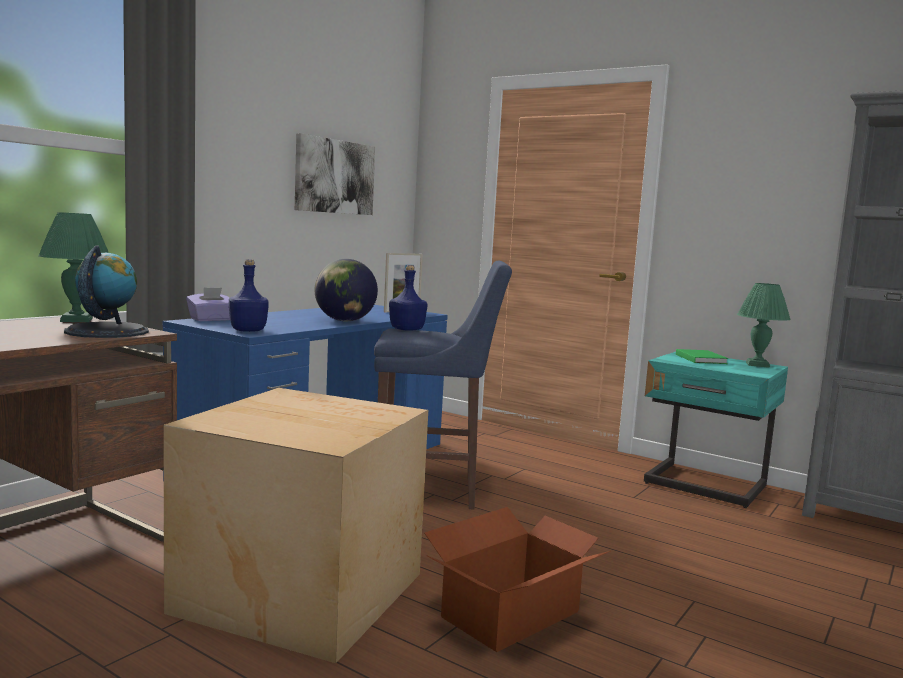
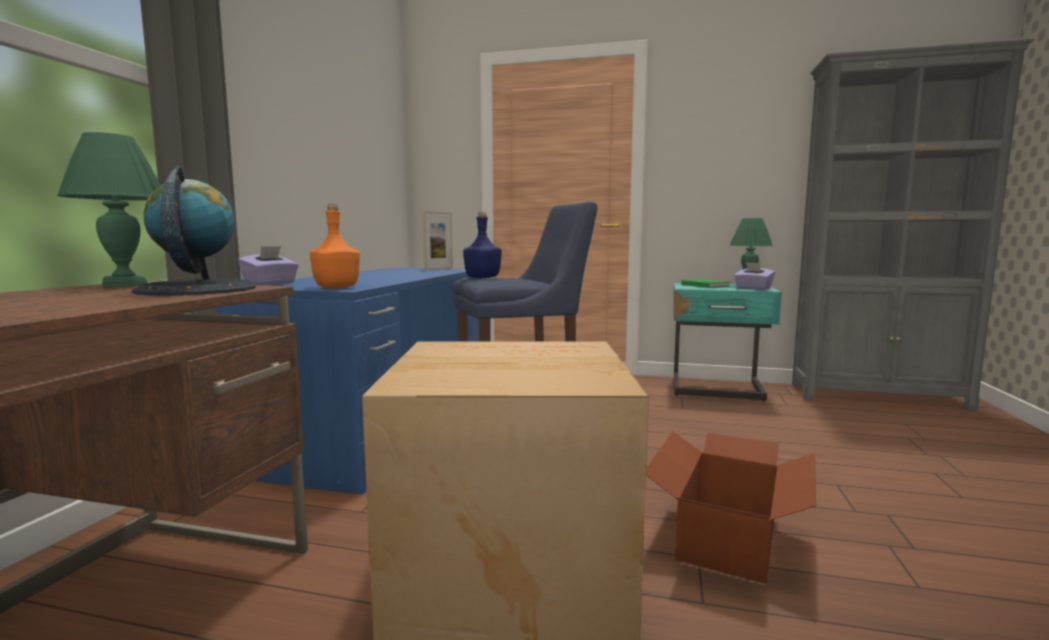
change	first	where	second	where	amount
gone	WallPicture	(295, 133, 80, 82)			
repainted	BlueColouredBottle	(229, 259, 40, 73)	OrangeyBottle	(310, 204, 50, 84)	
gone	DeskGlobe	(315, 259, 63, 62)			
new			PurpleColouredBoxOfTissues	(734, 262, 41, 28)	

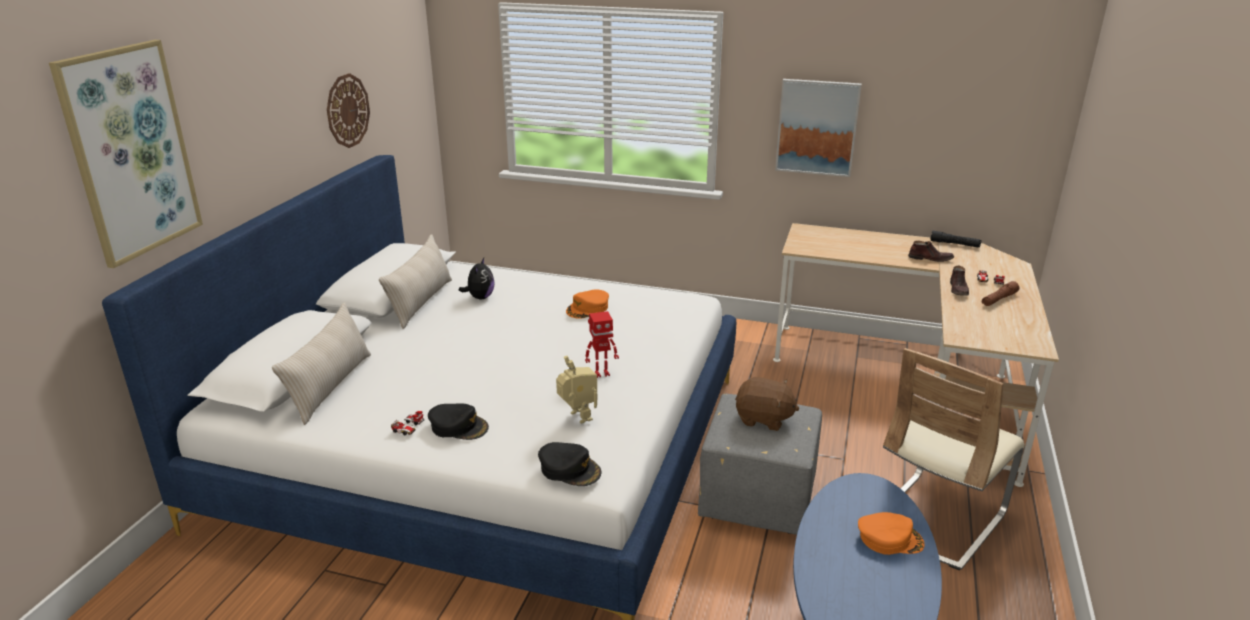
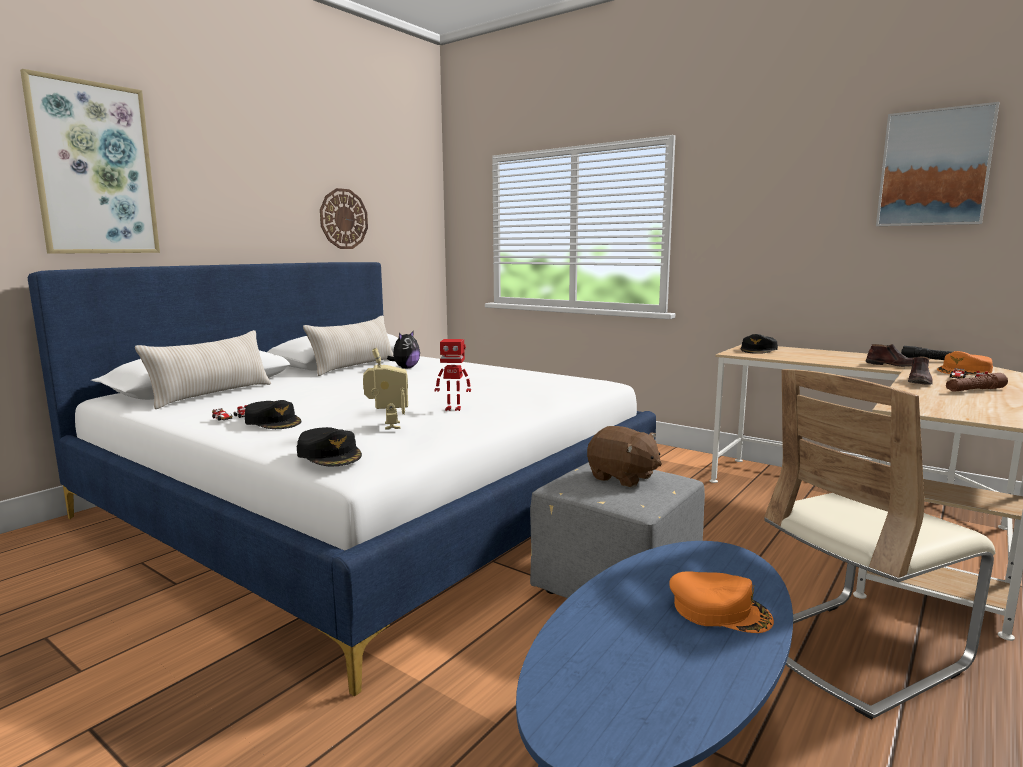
change	first	where	second	where	amount
shifted	WallPicture	(775, 79, 87, 98)		(876, 102, 123, 124)	
shifted	OrangeyBaseballCap	(566, 289, 43, 30)		(937, 351, 56, 24)	
new			BlackishBaseballCap	(741, 334, 37, 20)	

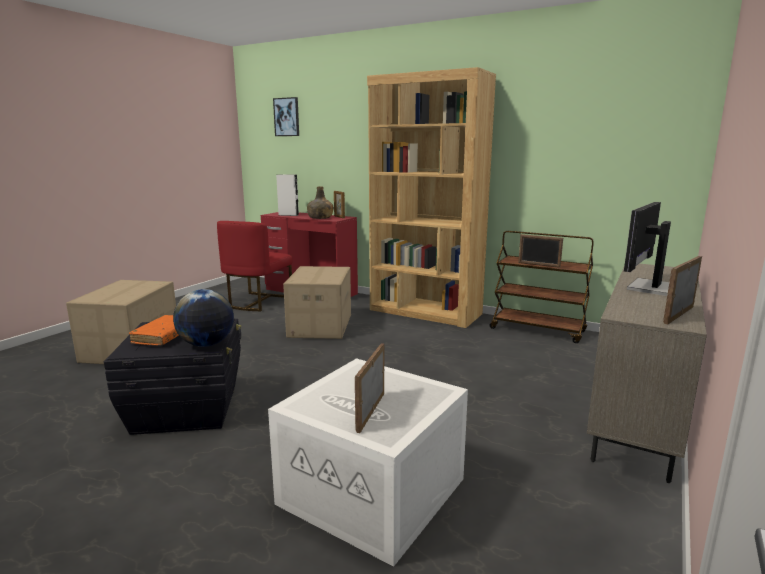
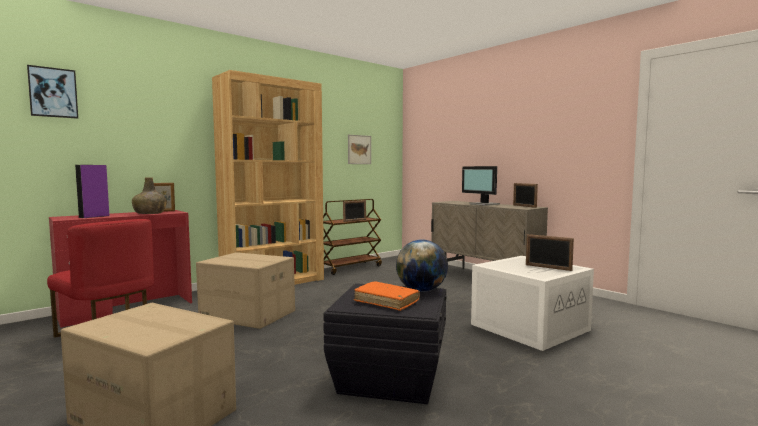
change	first	where	second	where	amount
repainted	WhiteColouredSpeaker	(276, 174, 23, 42)	PurpleColouredSpeaker	(75, 165, 34, 53)	
new			WallPicture	(348, 135, 23, 29)	

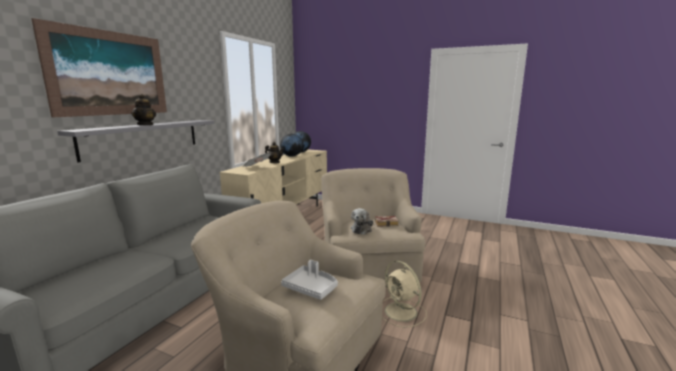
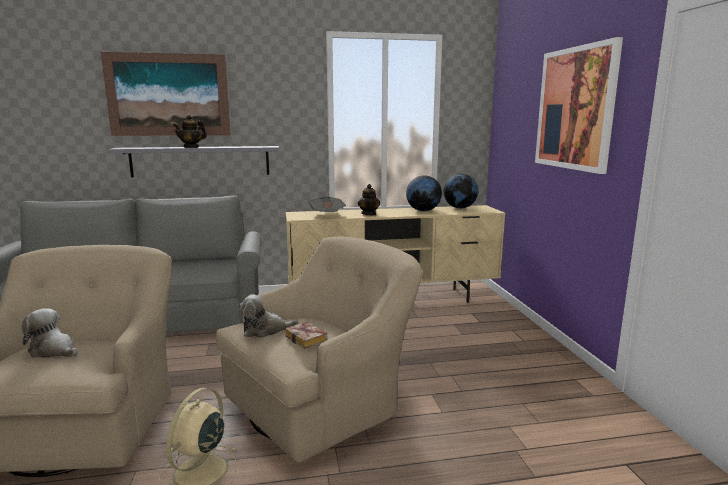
change	first	where	second	where	amount
swapped	GreyCarryingTray	(281, 260, 57, 40)	PlushToy	(22, 308, 55, 50)	
new			WallPicture	(535, 37, 88, 137)	

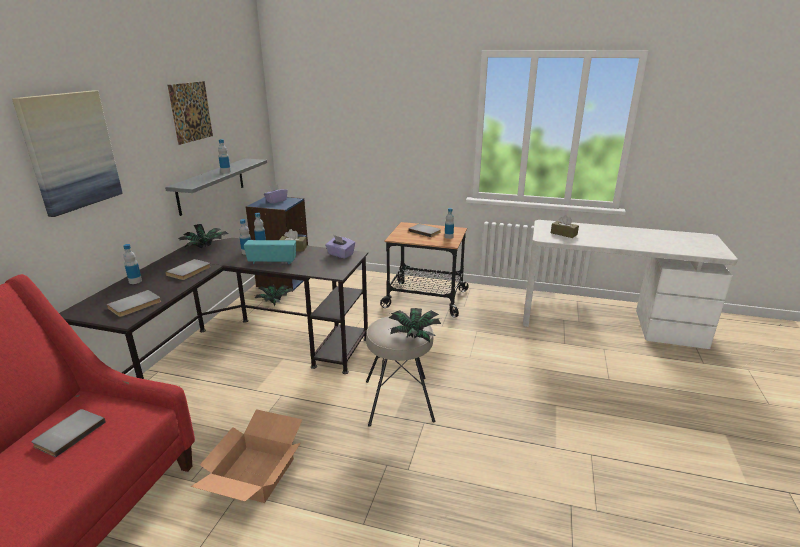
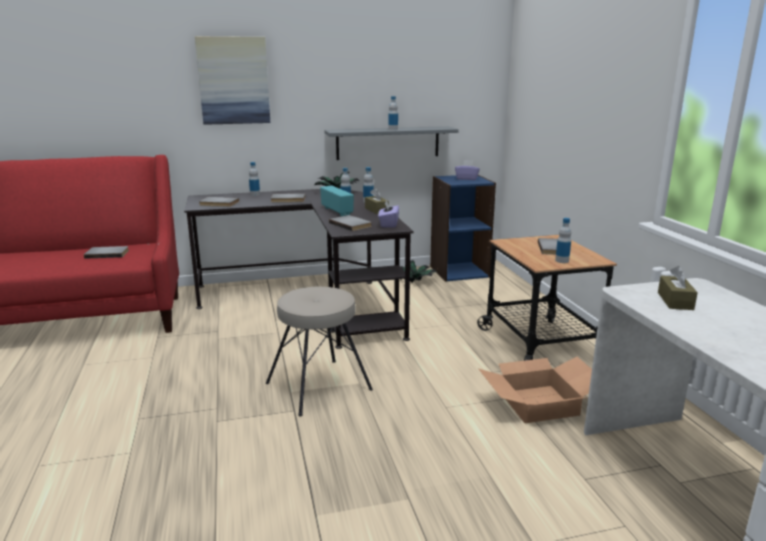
change	first	where	second	where	amount
gone	WallPicture	(168, 81, 45, 64)			
gone	Houseplant	(389, 308, 52, 34)			
shifted	CardboardBox	(191, 409, 111, 94)		(479, 357, 113, 66)	
new			GreyVolume	(329, 215, 43, 16)	

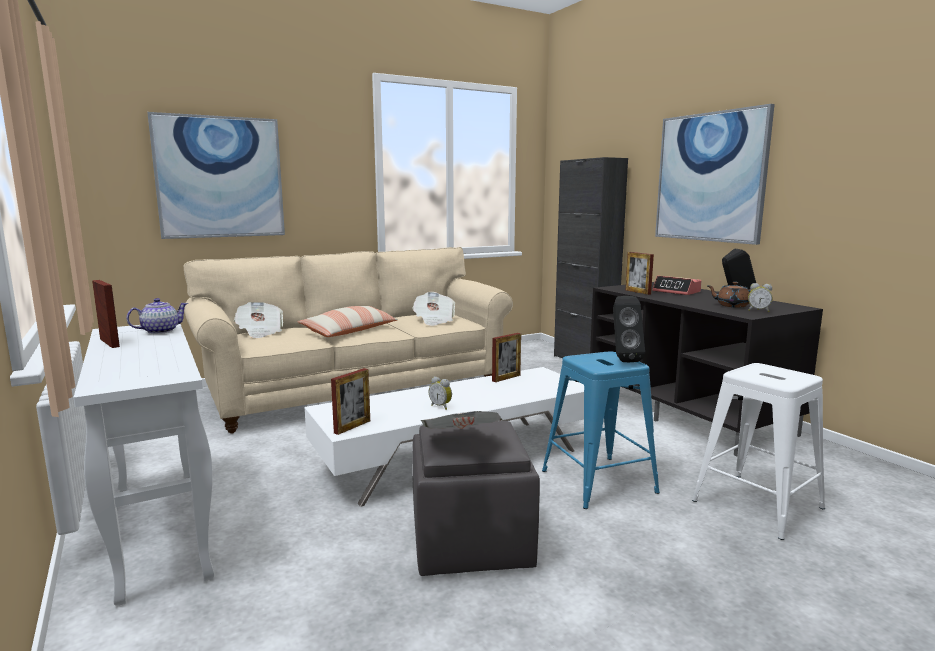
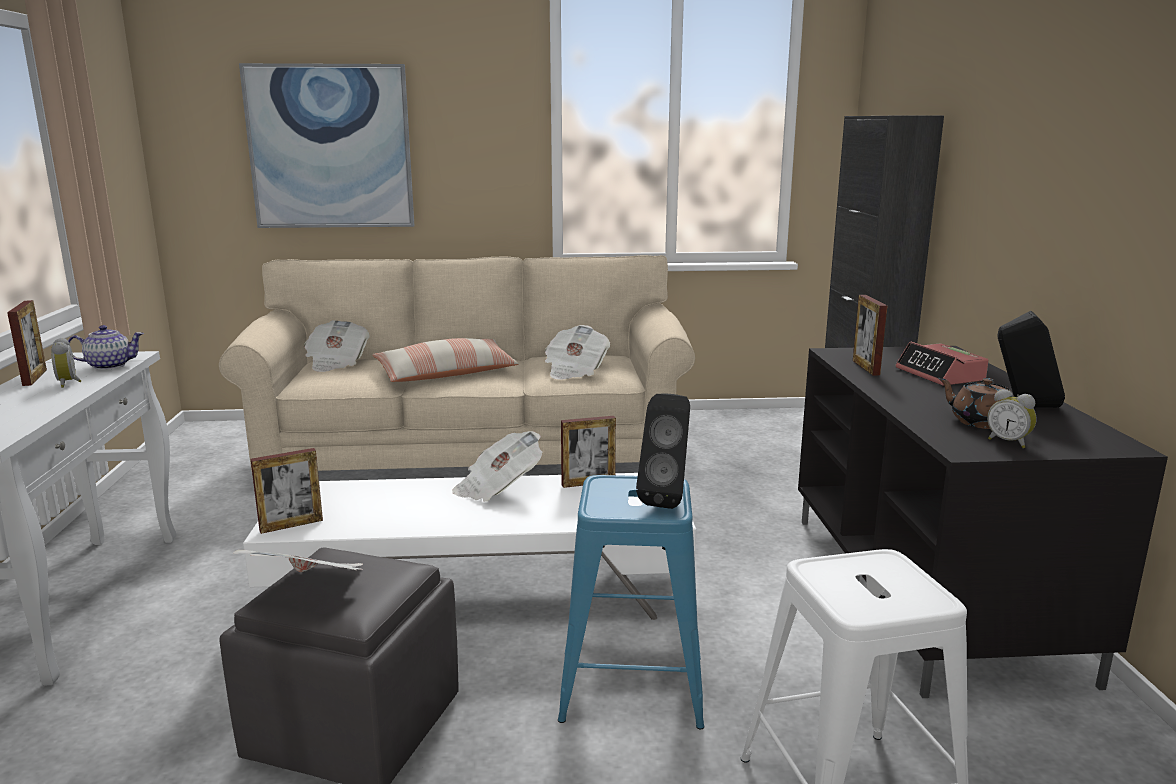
change	first	where	second	where	amount
gone	WallPicture	(655, 104, 120, 141)			
shifted	TableClock	(429, 377, 23, 33)		(51, 338, 30, 50)	
new			PrintedPaper	(452, 431, 90, 71)	

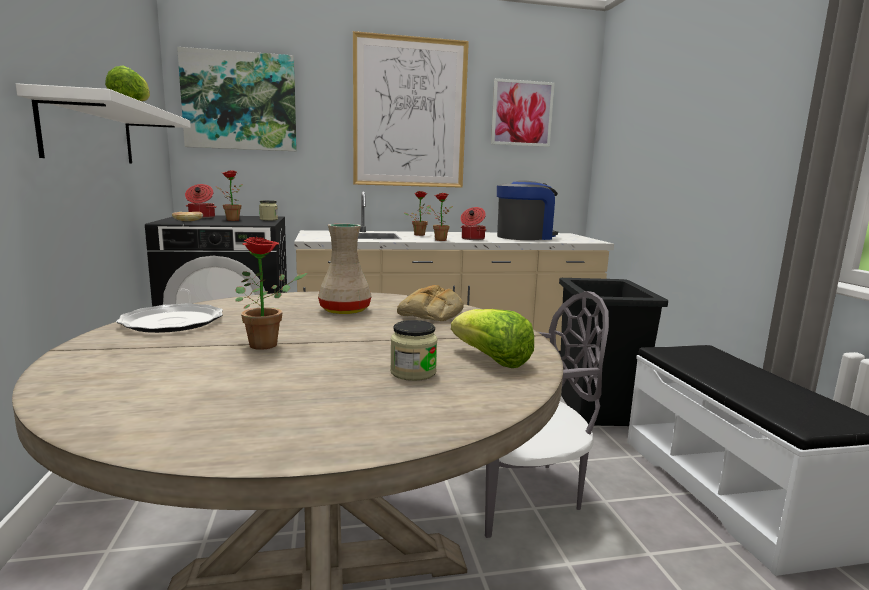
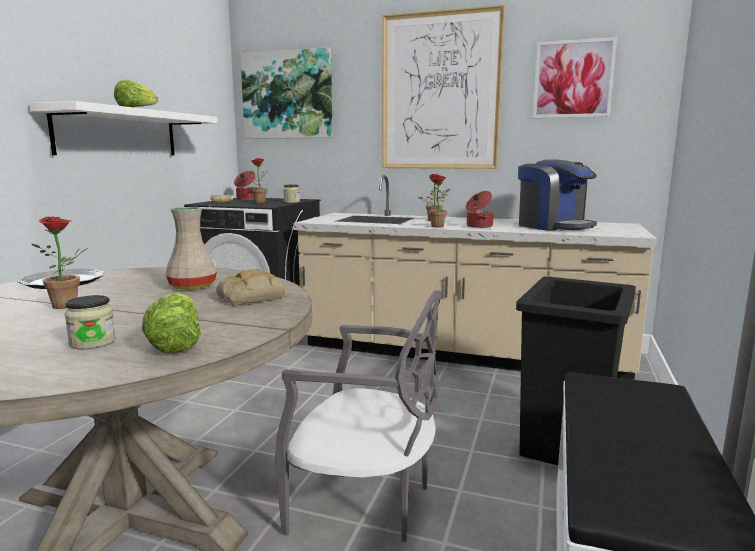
change	first	where	second	where	amount
rotated	CoffeeMachine	(497, 180, 61, 60)		(518, 159, 79, 72)	60 degrees clockwise

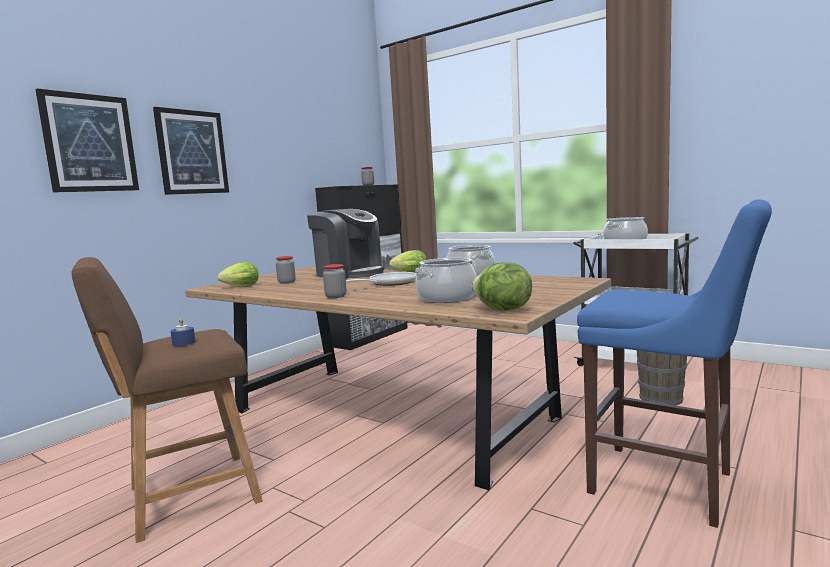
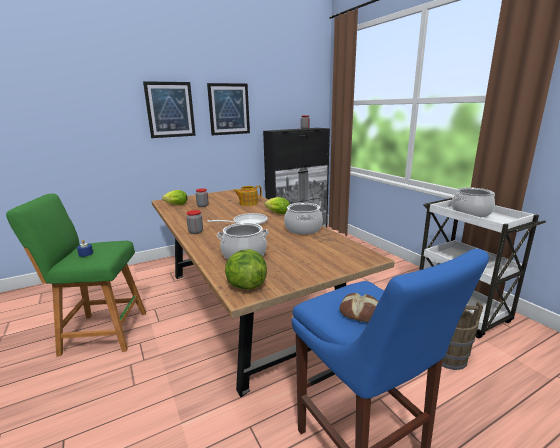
change	first	where	second	where	amount
shifted	WallPicture	(35, 89, 104, 103)		(207, 83, 43, 52)	
swapped	CoffeeMachine	(307, 209, 77, 69)	PotForTea	(233, 186, 29, 20)	
repainted	BrownSittingStool	(71, 257, 192, 286)	GreenSittingStool	(6, 193, 140, 163)	
new			BakedBread	(340, 293, 38, 30)	

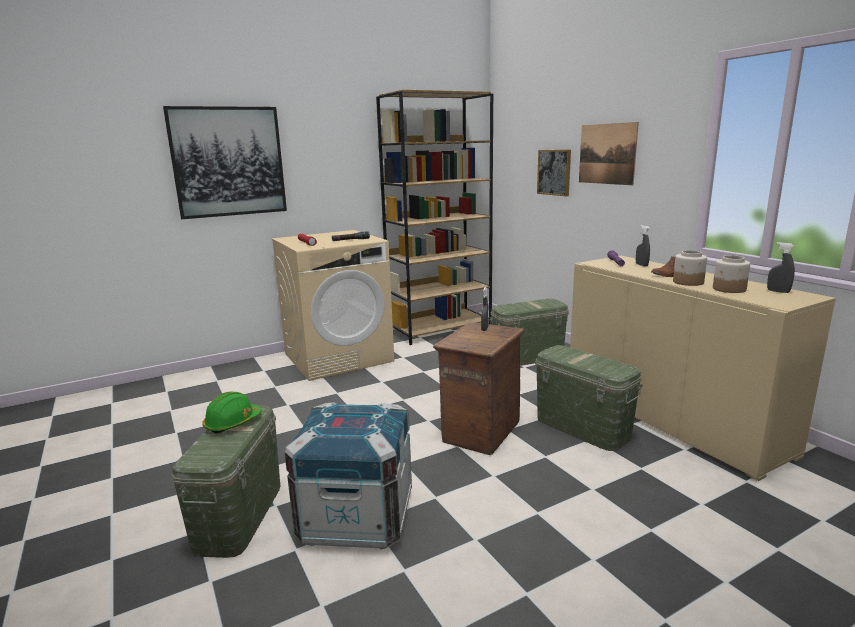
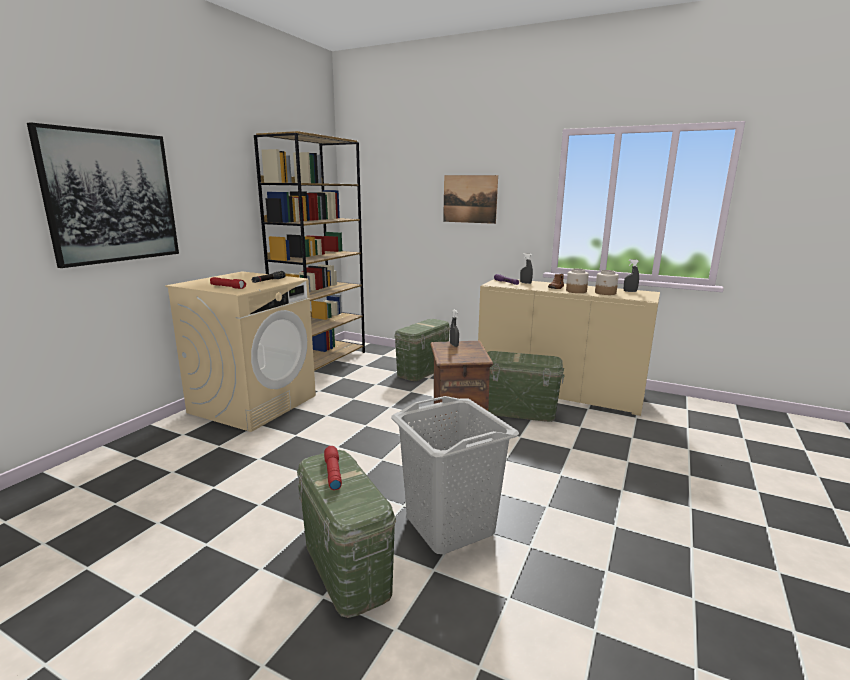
change	first	where	second	where	amount
gone	WallPicture	(537, 150, 34, 46)			
swapped	GreenSafetyHelmet	(202, 392, 60, 42)	RedColouredHandTorch	(324, 446, 18, 44)	
swapped	Crate	(284, 402, 128, 147)	GreyHamper	(391, 396, 128, 158)	

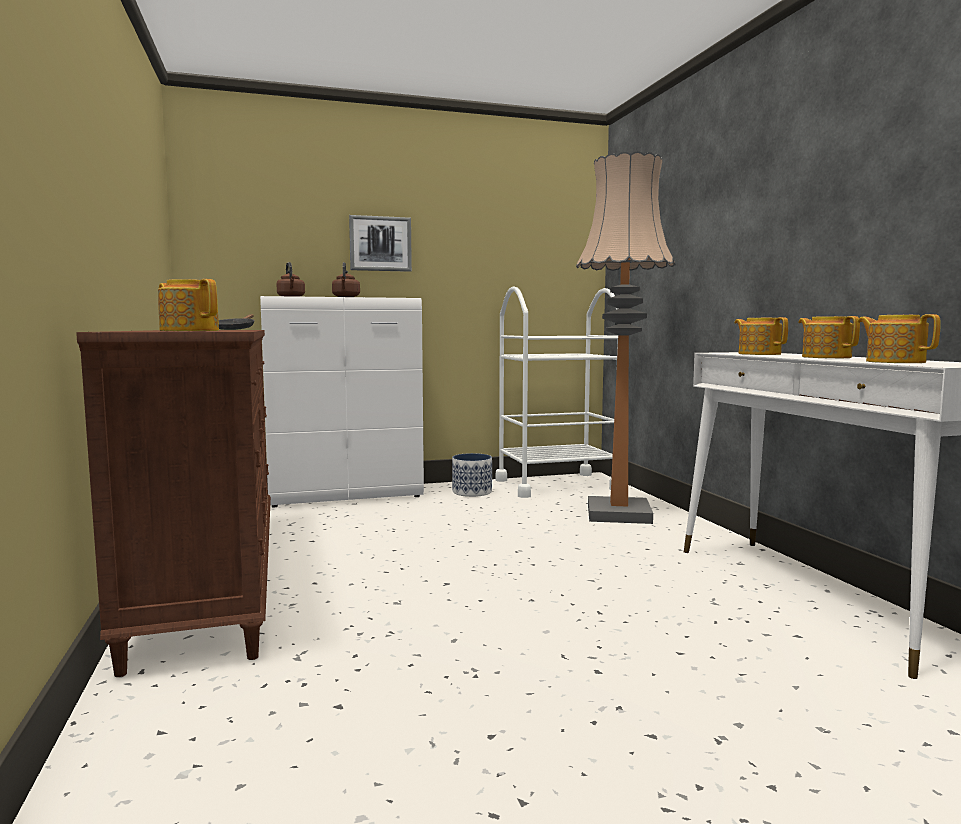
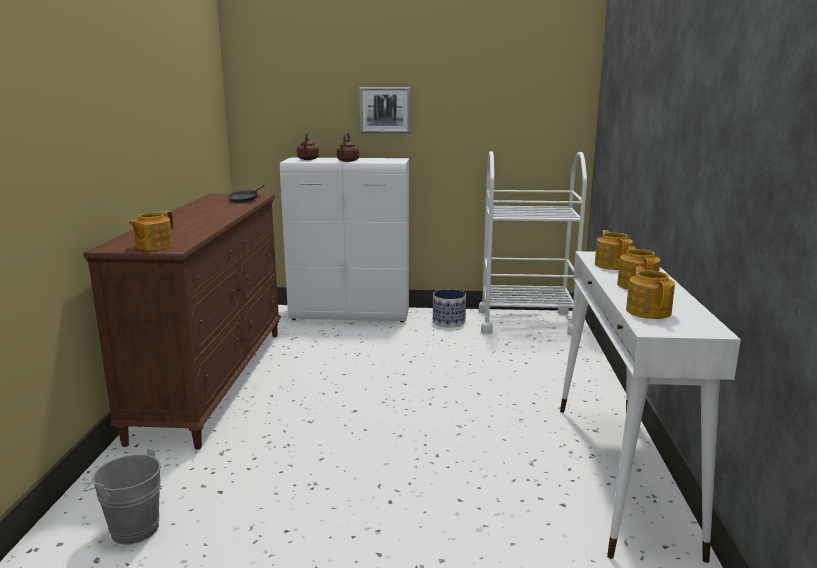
change	first	where	second	where	amount
gone	StandingLamp	(576, 151, 100, 373)			
rotated	PotForTea	(158, 279, 61, 52)		(128, 211, 46, 39)	120 degrees counterclockwise
new			GreyBucket	(83, 448, 78, 97)	

